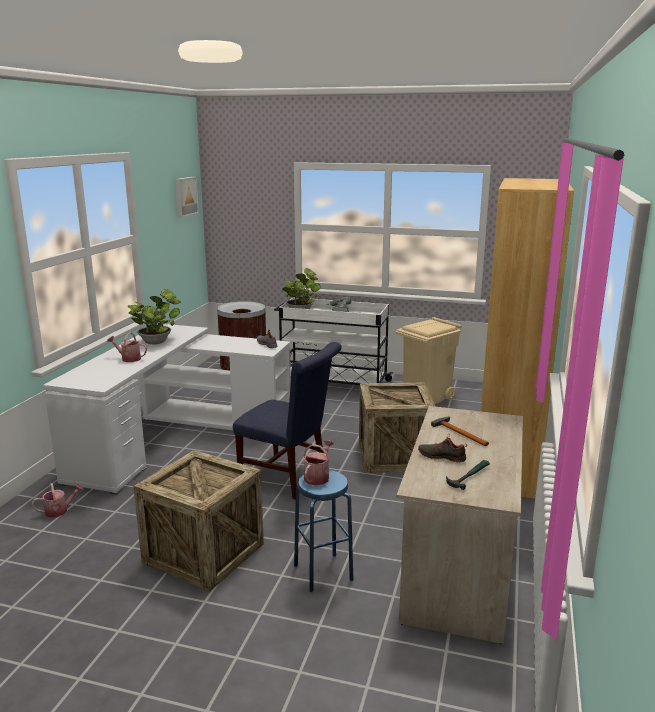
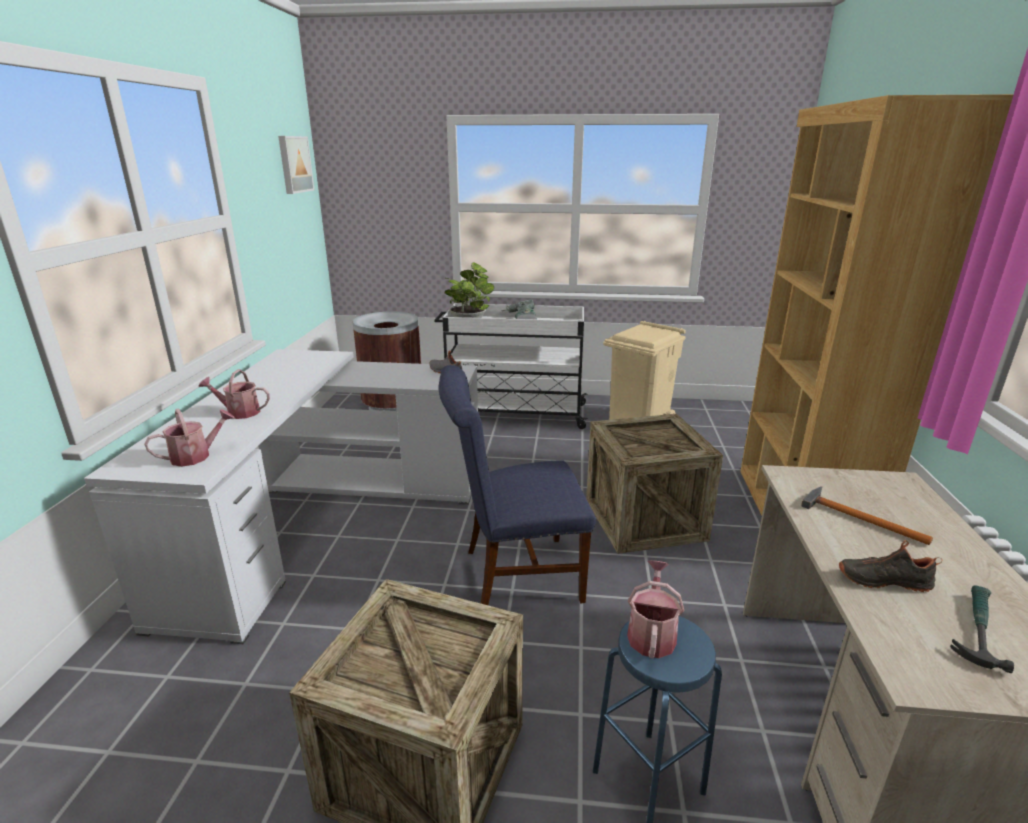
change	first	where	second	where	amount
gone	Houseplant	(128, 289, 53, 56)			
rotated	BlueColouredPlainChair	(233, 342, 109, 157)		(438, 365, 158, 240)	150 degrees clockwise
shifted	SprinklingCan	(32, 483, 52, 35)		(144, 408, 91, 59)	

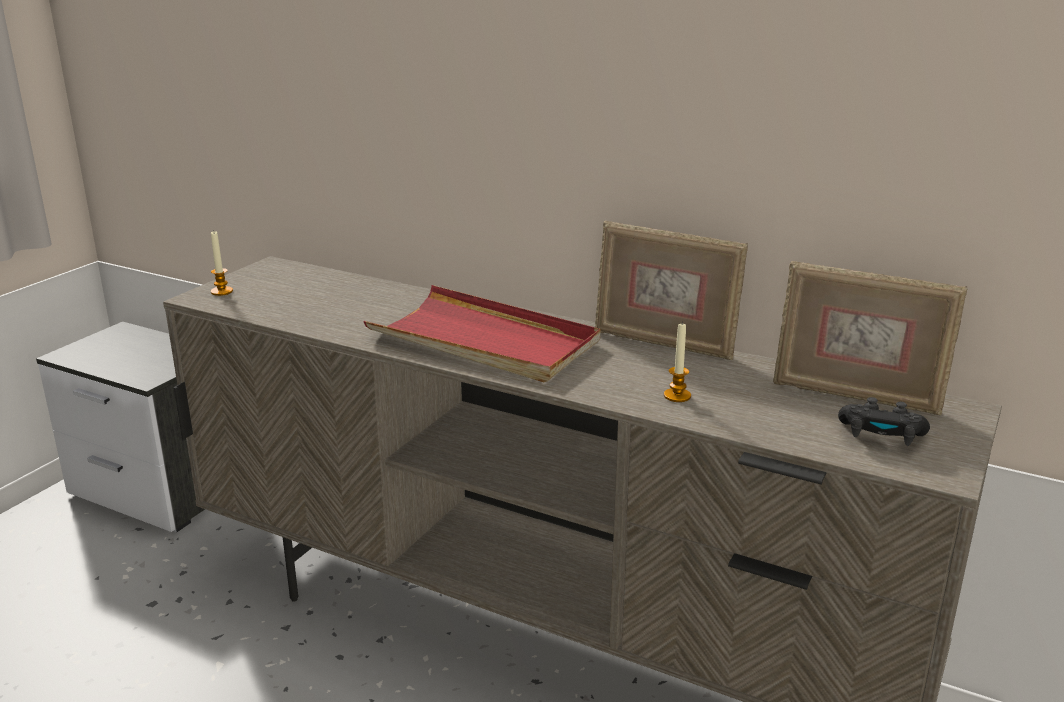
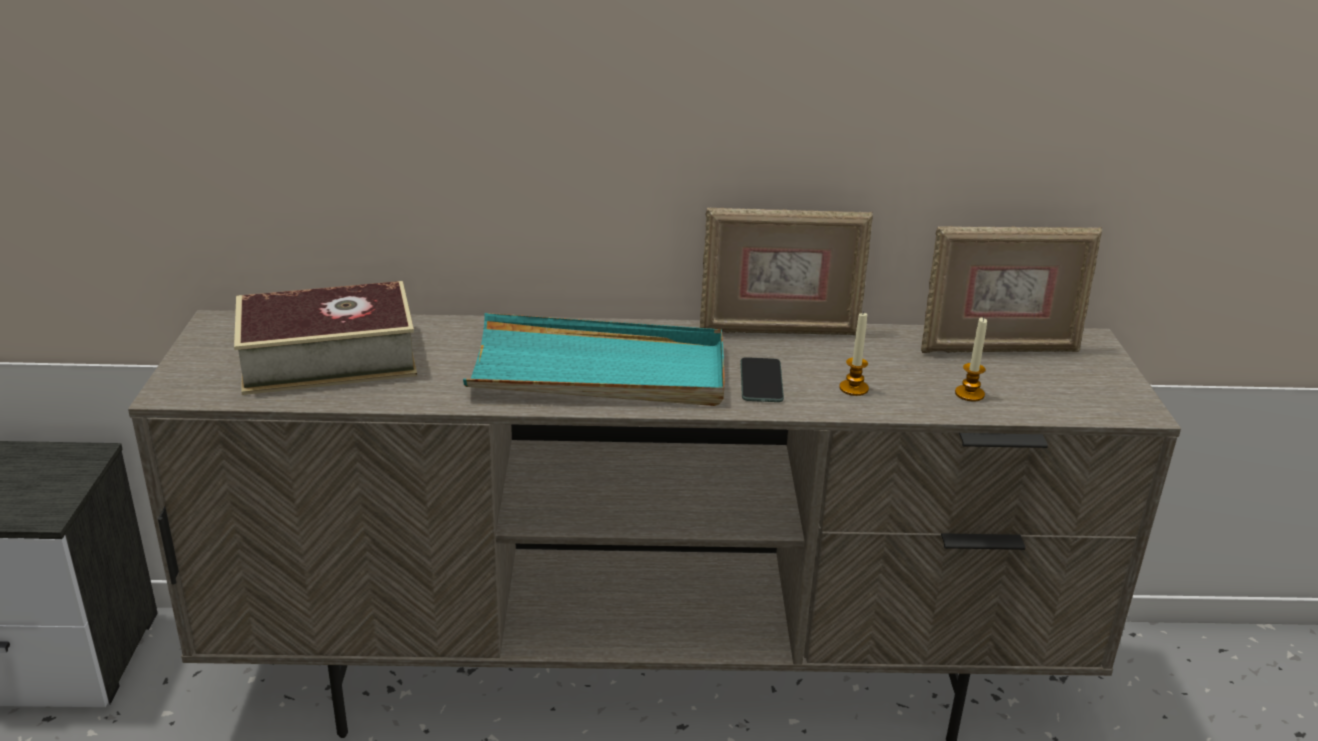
change	first	where	second	where	amount
shifted	WaxCandle	(211, 231, 22, 65)		(955, 317, 32, 85)	
repainted	RedColouredCarryingTray	(363, 285, 237, 97)	BlueGreenCarryingTray	(463, 313, 261, 93)	
gone	BlackishGameController	(838, 397, 92, 49)			
new			Volume	(234, 281, 183, 114)	
new			Telephone	(740, 357, 44, 45)	

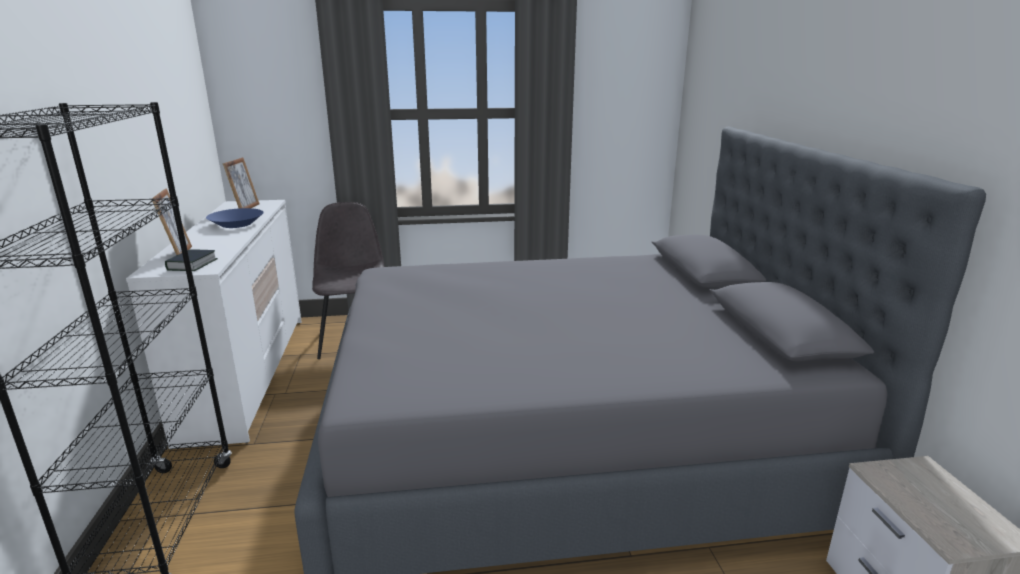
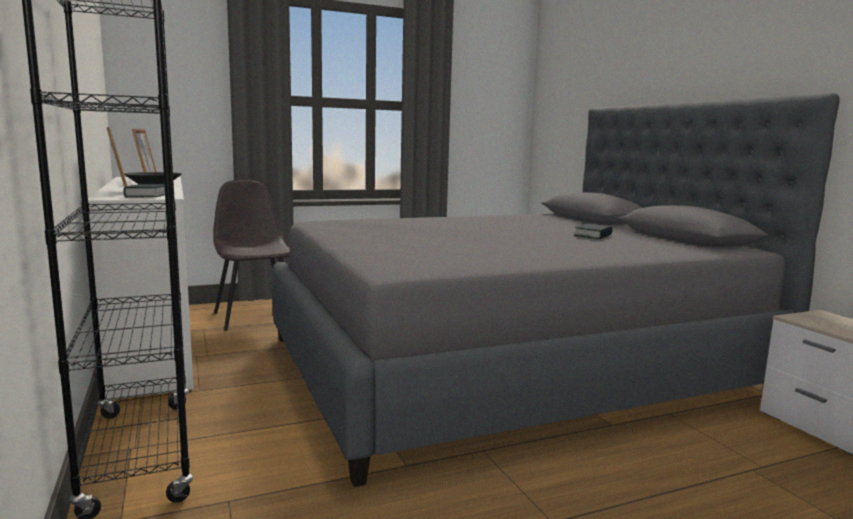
change	first	where	second	where	amount
repainted	BlueColouredServingBowl	(206, 208, 58, 20)	BlackishServingBowl	(124, 172, 58, 12)	
new			Volume	(574, 223, 39, 16)	

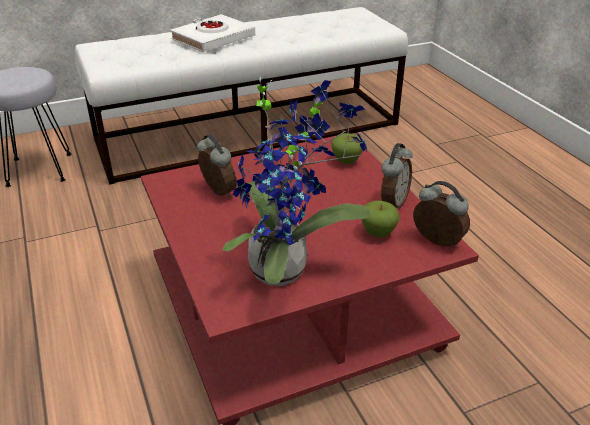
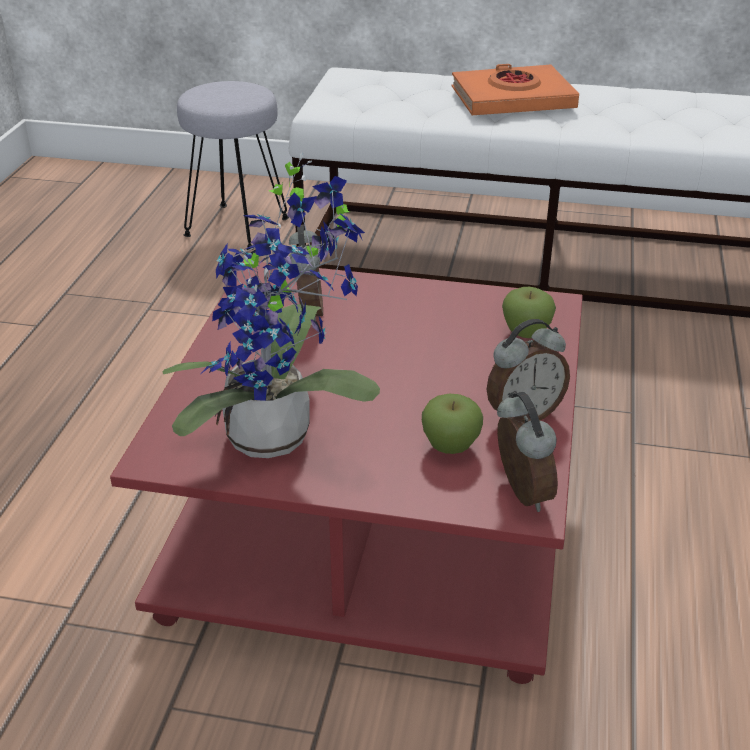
change	first	where	second	where	amount
repainted	WhiteColouredVolume	(170, 14, 85, 38)	OrangeyVolume	(452, 64, 127, 51)	

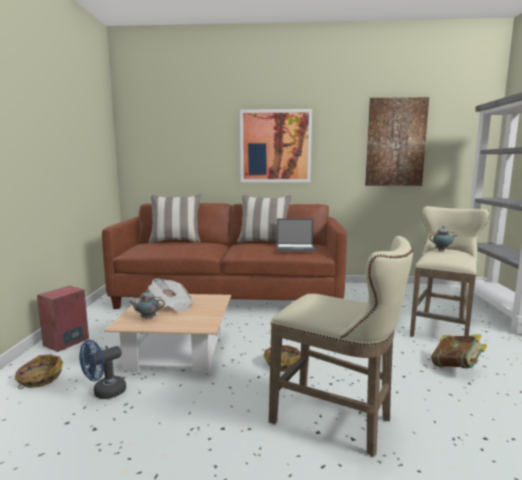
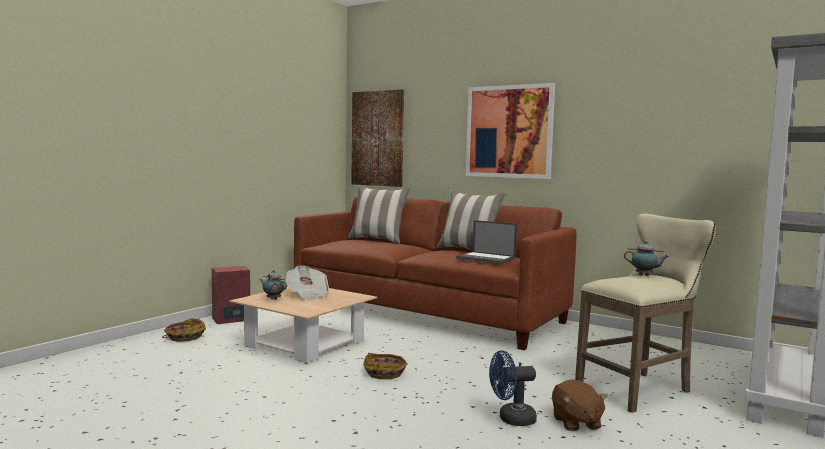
change	first	where	second	where	amount
shifted	WallPicture	(365, 97, 64, 89)		(351, 89, 53, 98)	
gone	SandColouredSittingStool	(269, 236, 144, 221)			
swapped	Volume	(431, 334, 56, 34)	BrownPlushToy	(552, 379, 56, 52)	
shifted	BlueColouredCoolingFan	(79, 340, 47, 59)		(489, 350, 48, 76)	

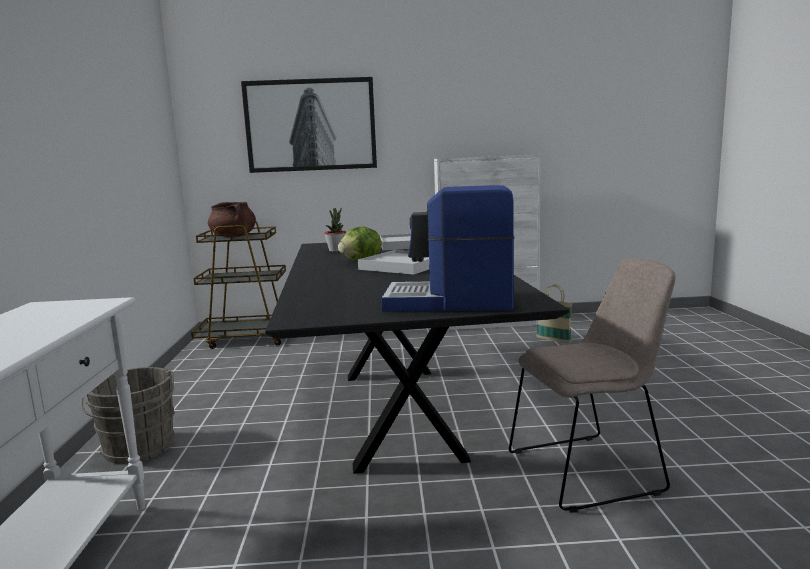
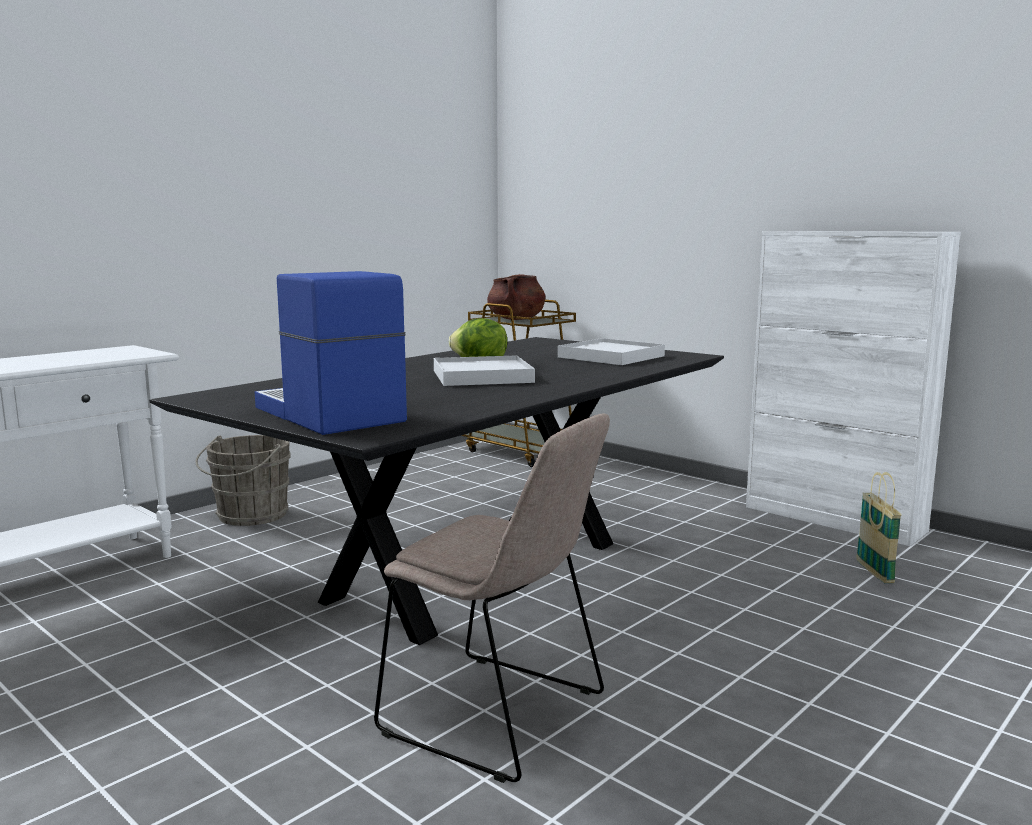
change	first	where	second	where	amount
gone	WallPicture	(241, 77, 136, 96)			
gone	Houseplant	(324, 208, 22, 44)			

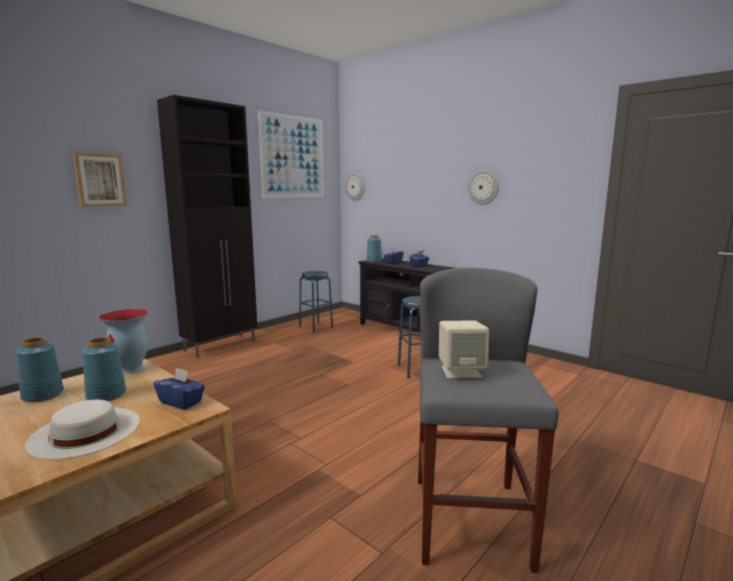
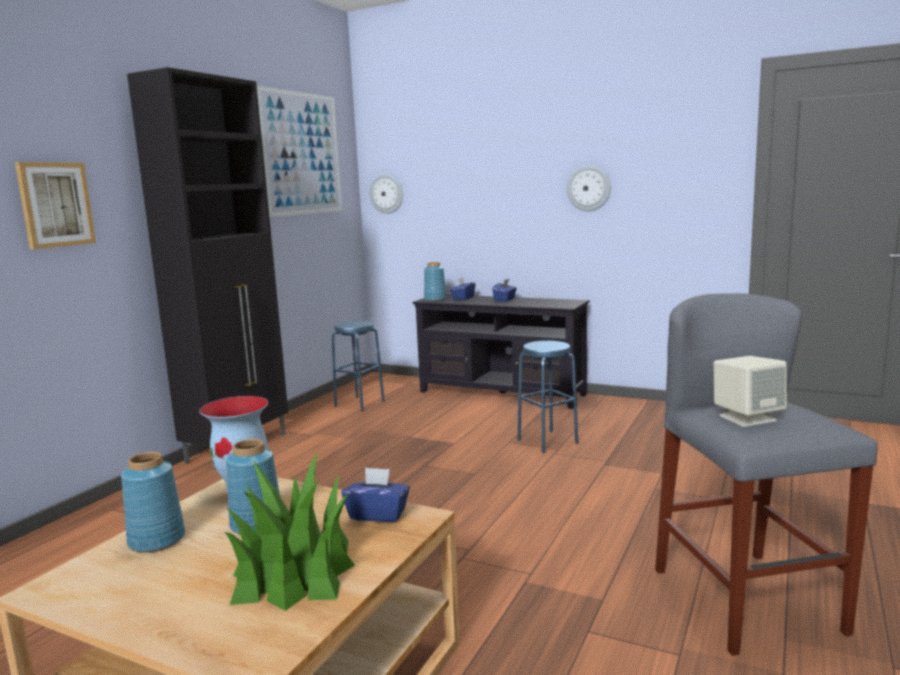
change	first	where	second	where	amount
swapped	WhiteColouredClothingHat	(25, 400, 115, 60)	Houseplant	(224, 452, 131, 159)	

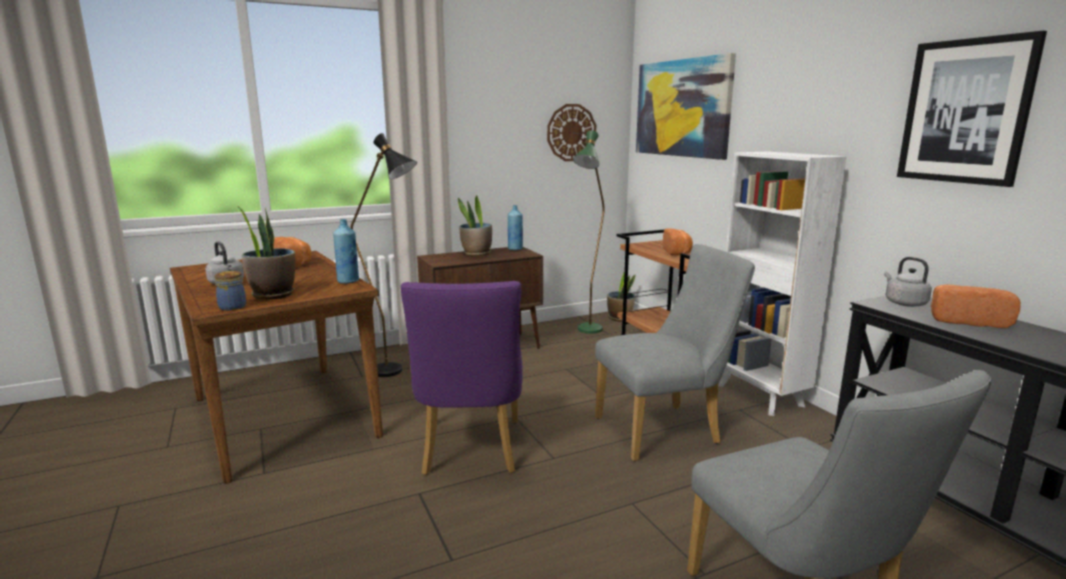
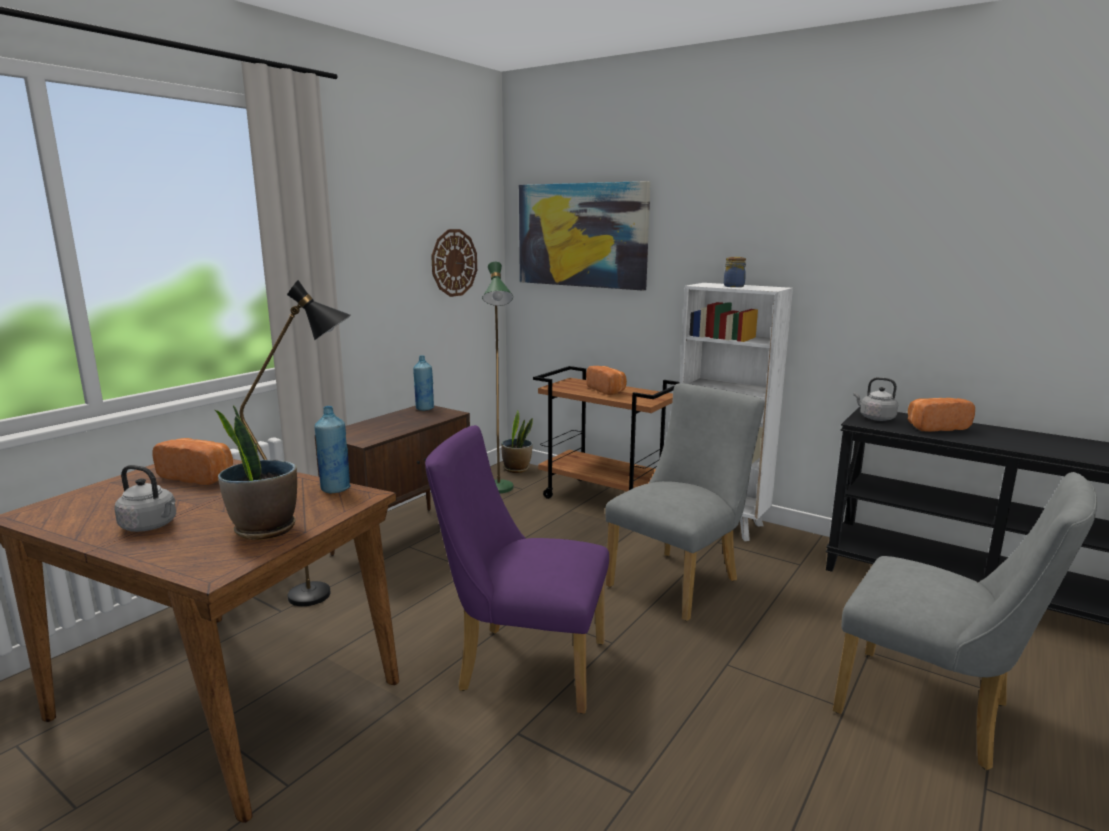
change	first	where	second	where	amount
gone	WallPicture	(897, 31, 150, 156)			
gone	Houseplant	(458, 195, 34, 61)			
shifted	StorageJar	(214, 271, 32, 40)		(724, 257, 22, 30)	
rotated	PurpleColouredPlainChair	(401, 281, 122, 194)		(425, 425, 184, 289)	135 degrees clockwise

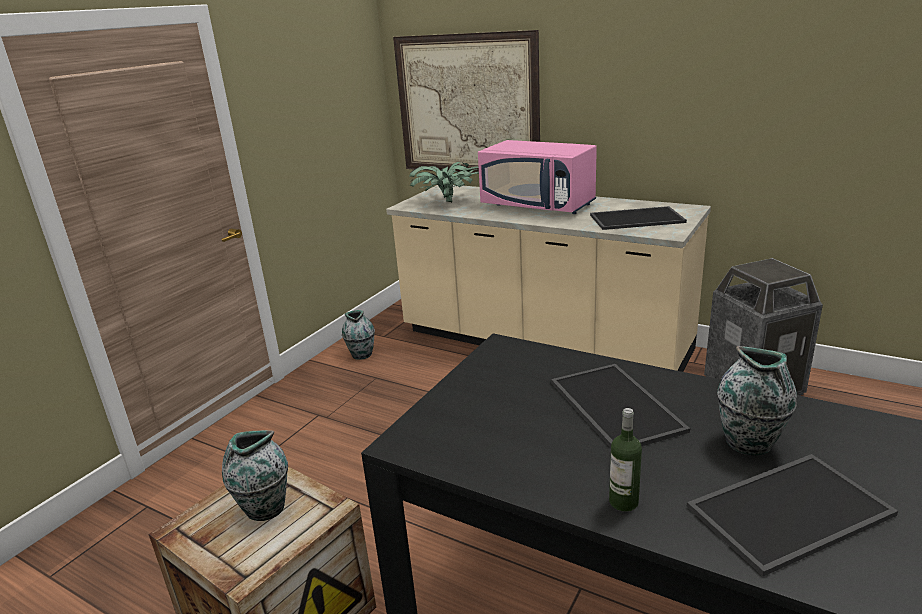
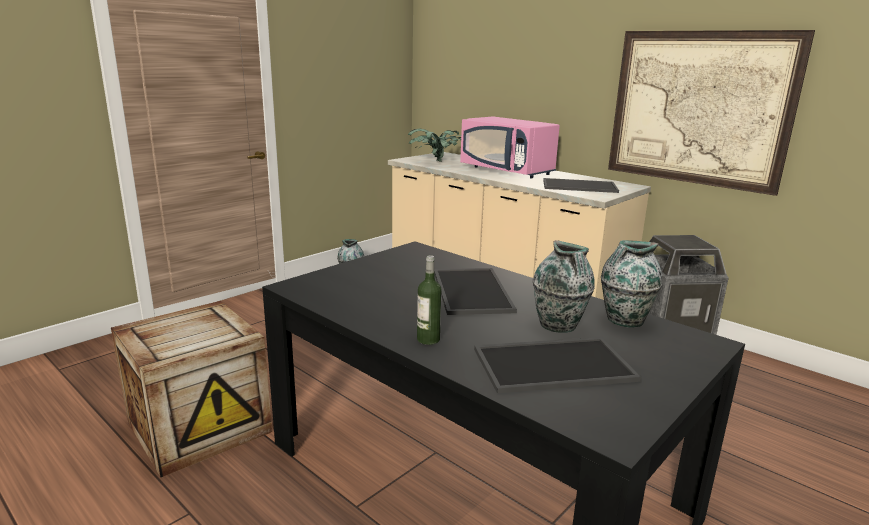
change	first	where	second	where	amount
shifted	WallPicture	(393, 30, 147, 143)		(608, 30, 207, 166)	
shifted	Vase	(222, 430, 66, 91)		(601, 240, 61, 88)	

